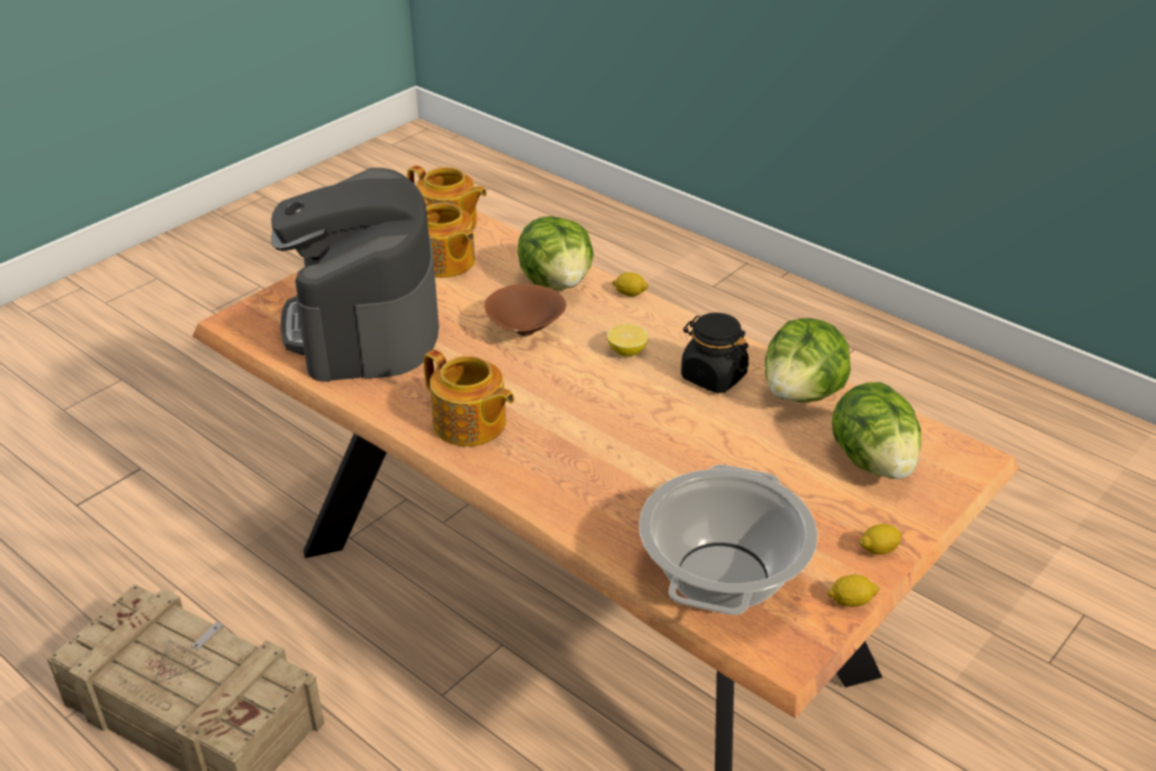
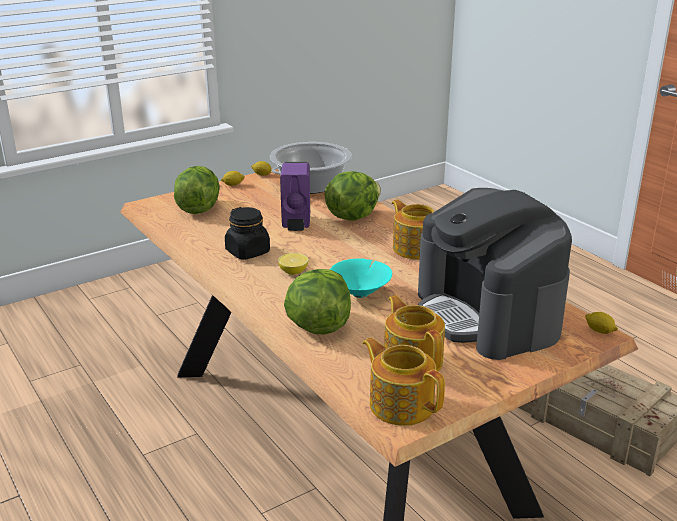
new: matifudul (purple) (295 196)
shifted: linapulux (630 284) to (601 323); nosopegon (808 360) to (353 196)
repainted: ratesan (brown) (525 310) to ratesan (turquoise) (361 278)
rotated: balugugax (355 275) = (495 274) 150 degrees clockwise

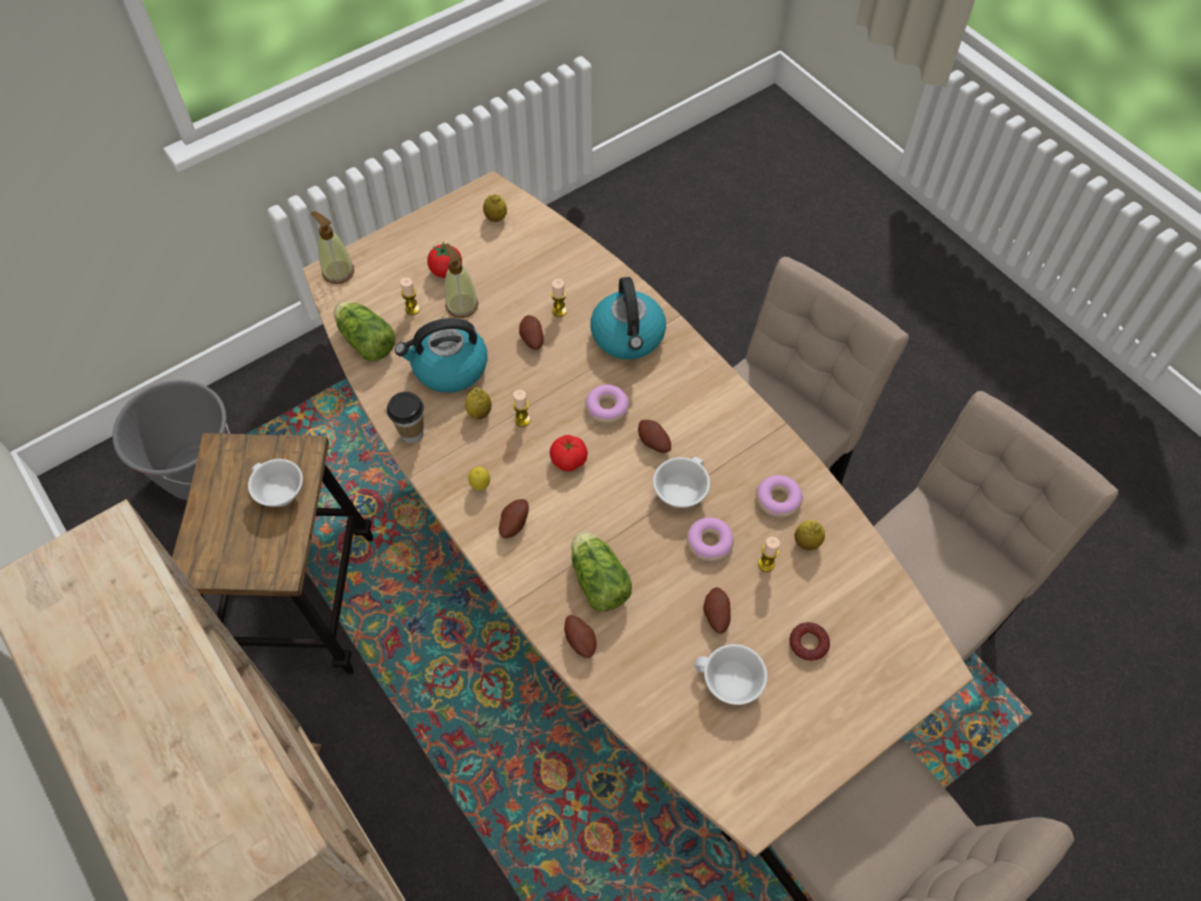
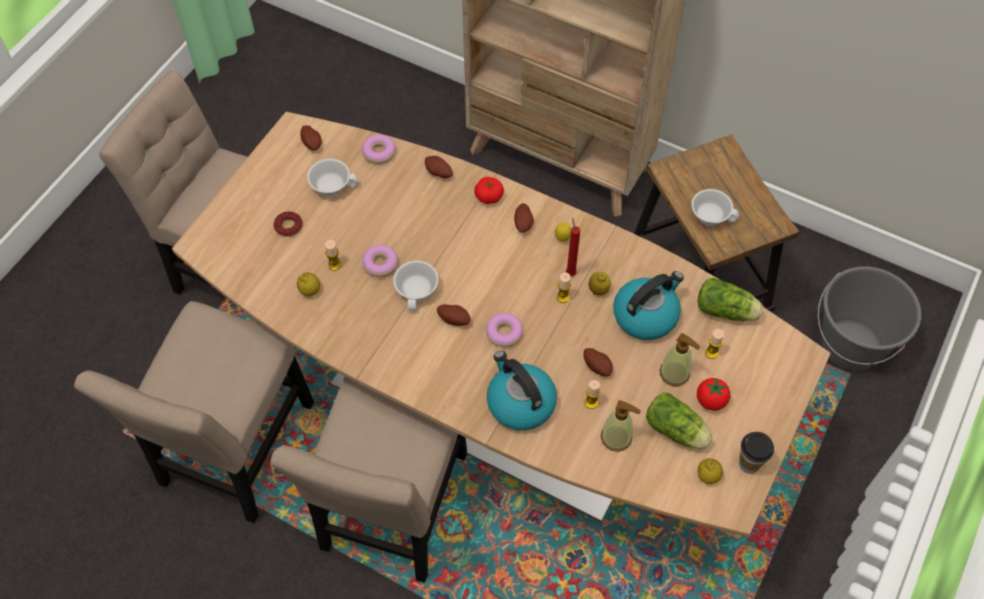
new: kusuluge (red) (573 246)
shifted: matifudul (332 247) to (621 426); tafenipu (405 418) to (756 453); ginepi (569 453) to (489 190); nosopegon (601 572) to (679 420); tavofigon (717 610) to (311 137); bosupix (779 496) to (379 149)

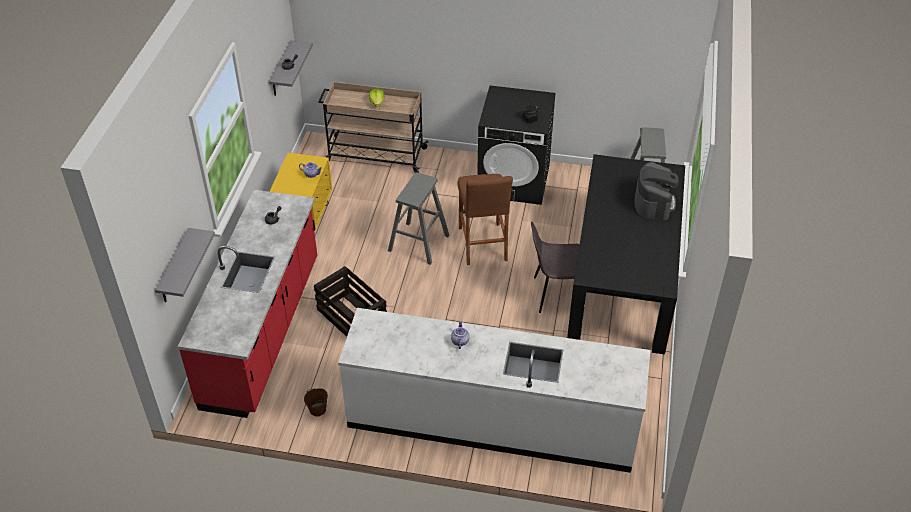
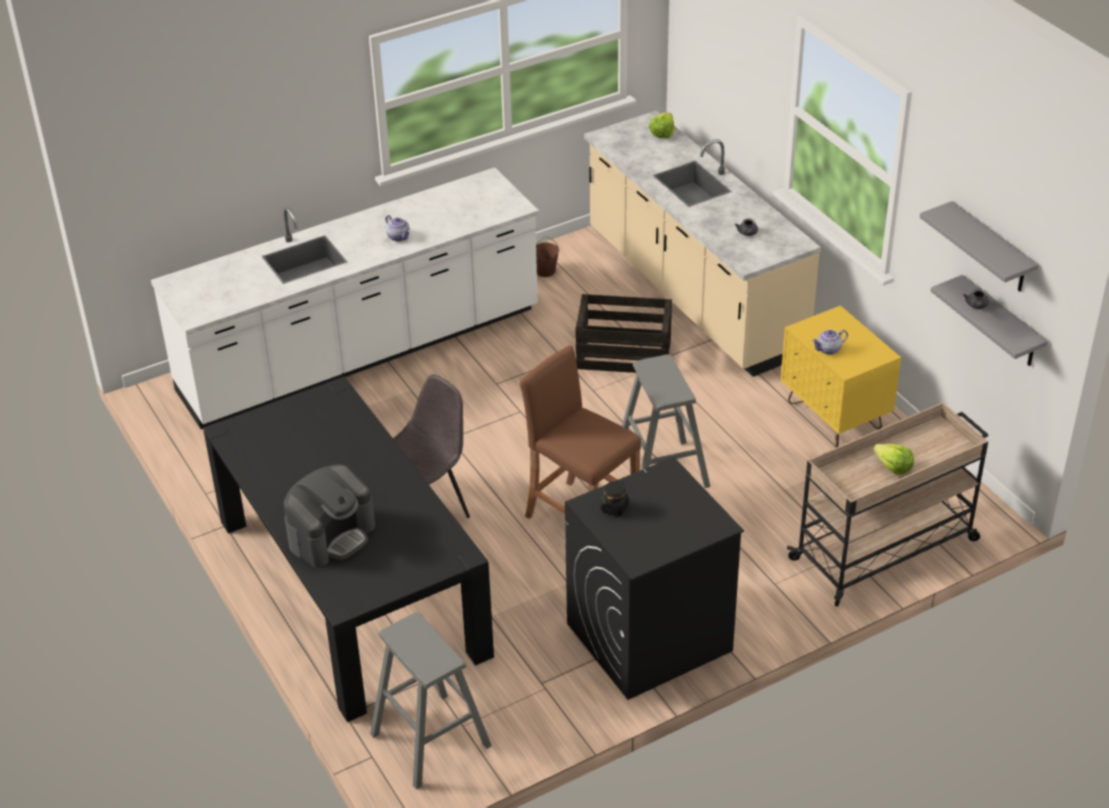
new: nosopegon (661 125)
shifted: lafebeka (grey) (185 265) to (979 246)
repainted: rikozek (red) (247 304) to rikozek (beige) (702 244)
rotated: balugugax (656 191) = (329 515) 105 degrees counterclockwise

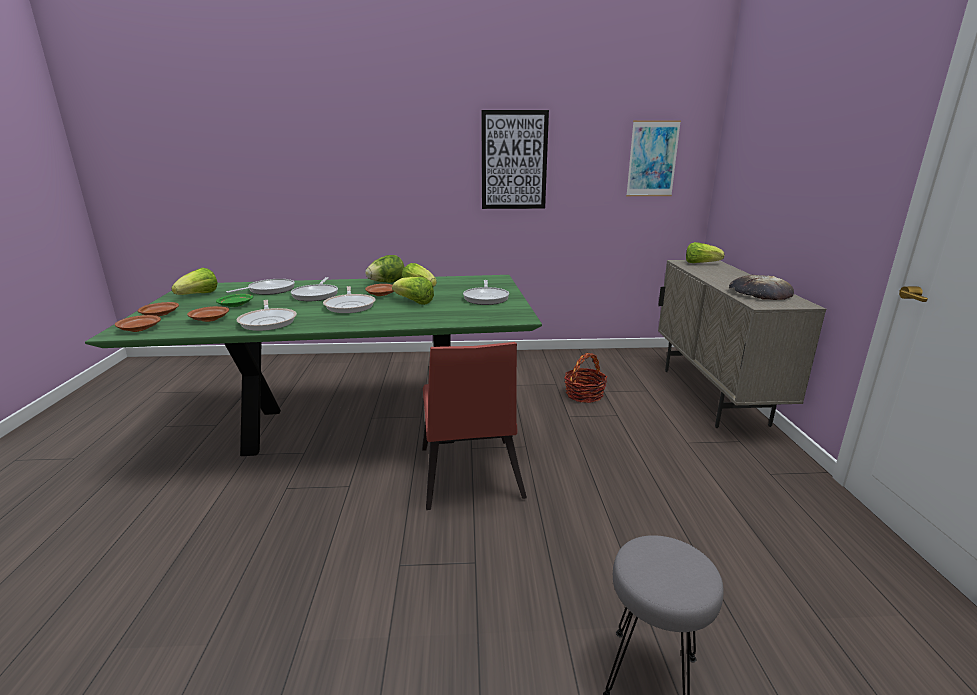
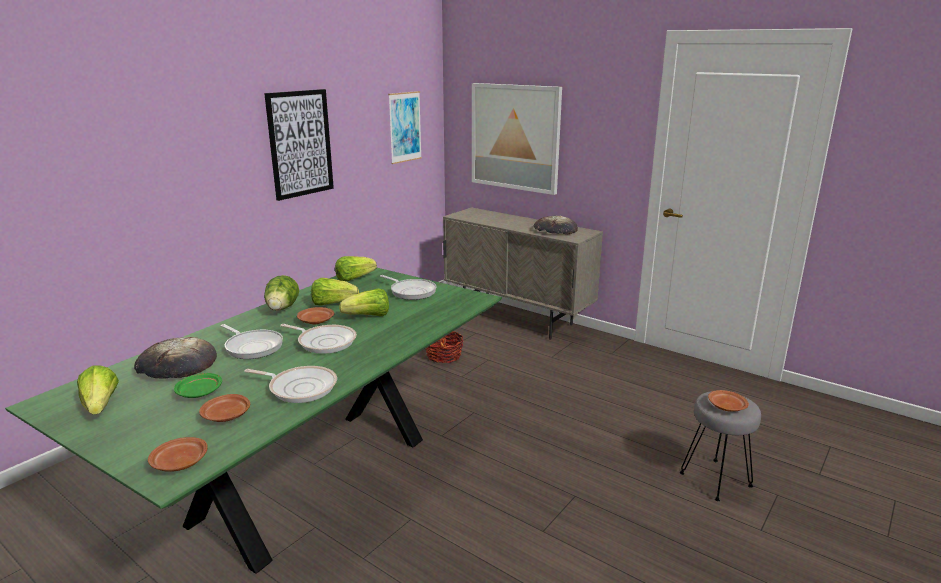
gone: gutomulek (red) (474 426)
new: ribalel (517 139)
shifted: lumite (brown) (158 309) to (728 401); nosopegon (705 252) to (356 268)
swapped: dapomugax (260 287) to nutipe (175 358)

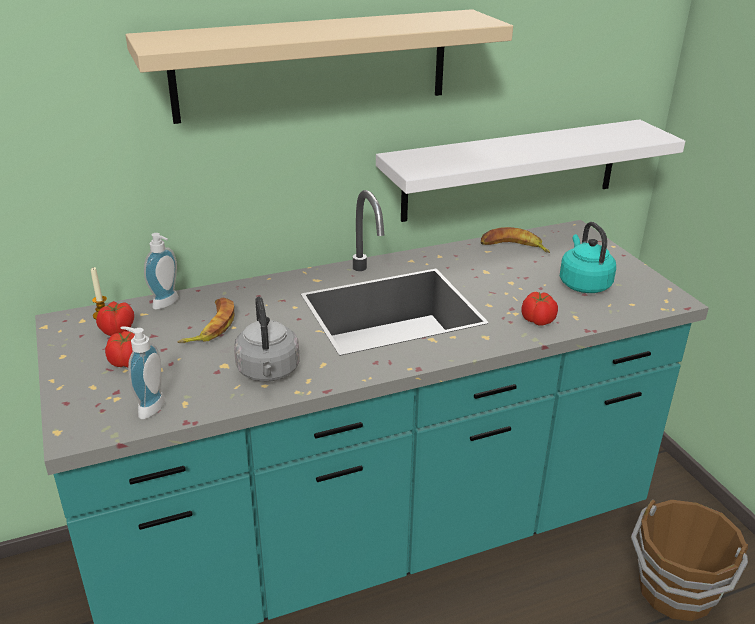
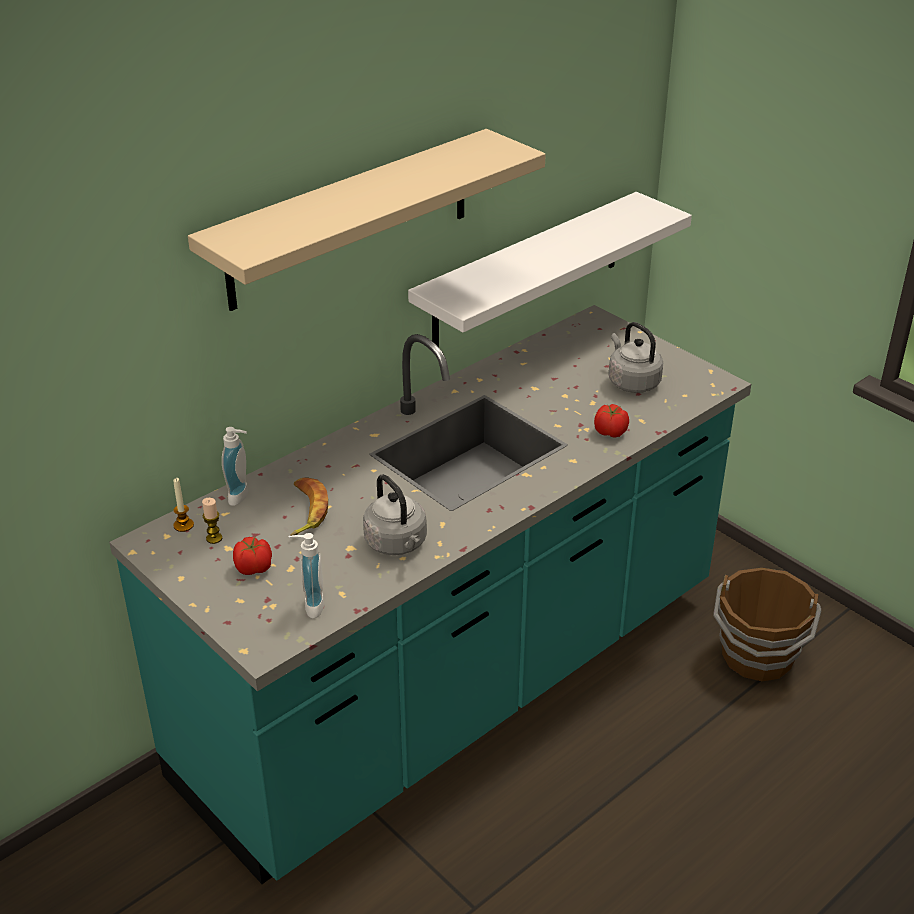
gone: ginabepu (515 240)
swapped: ginepi (115 318) to kusuluge (212 521)
repainted: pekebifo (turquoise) (588 257) to pekebifo (grey) (635 357)

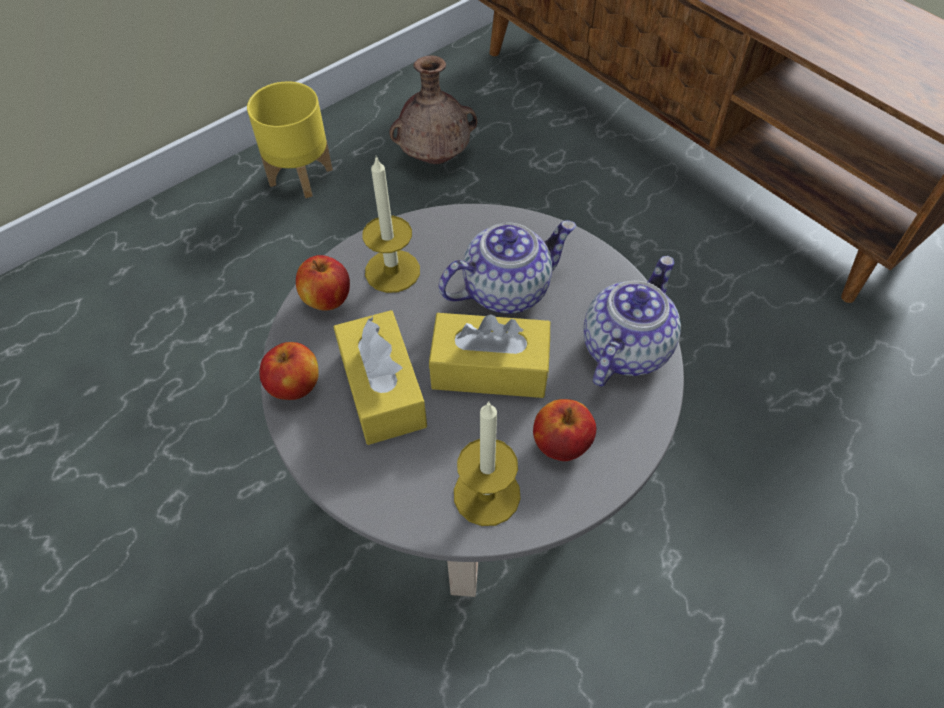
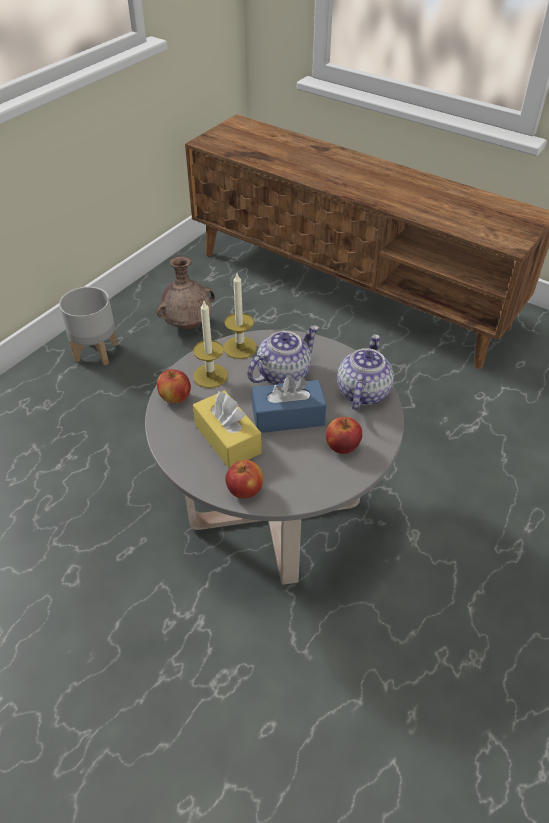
shifted: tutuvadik (289 371) to (244 479); kusuluge (487 464) to (240 316)
repainted: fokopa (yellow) (290 139) to fokopa (grey) (88 326); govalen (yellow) (489 355) to govalen (blue) (288 404)

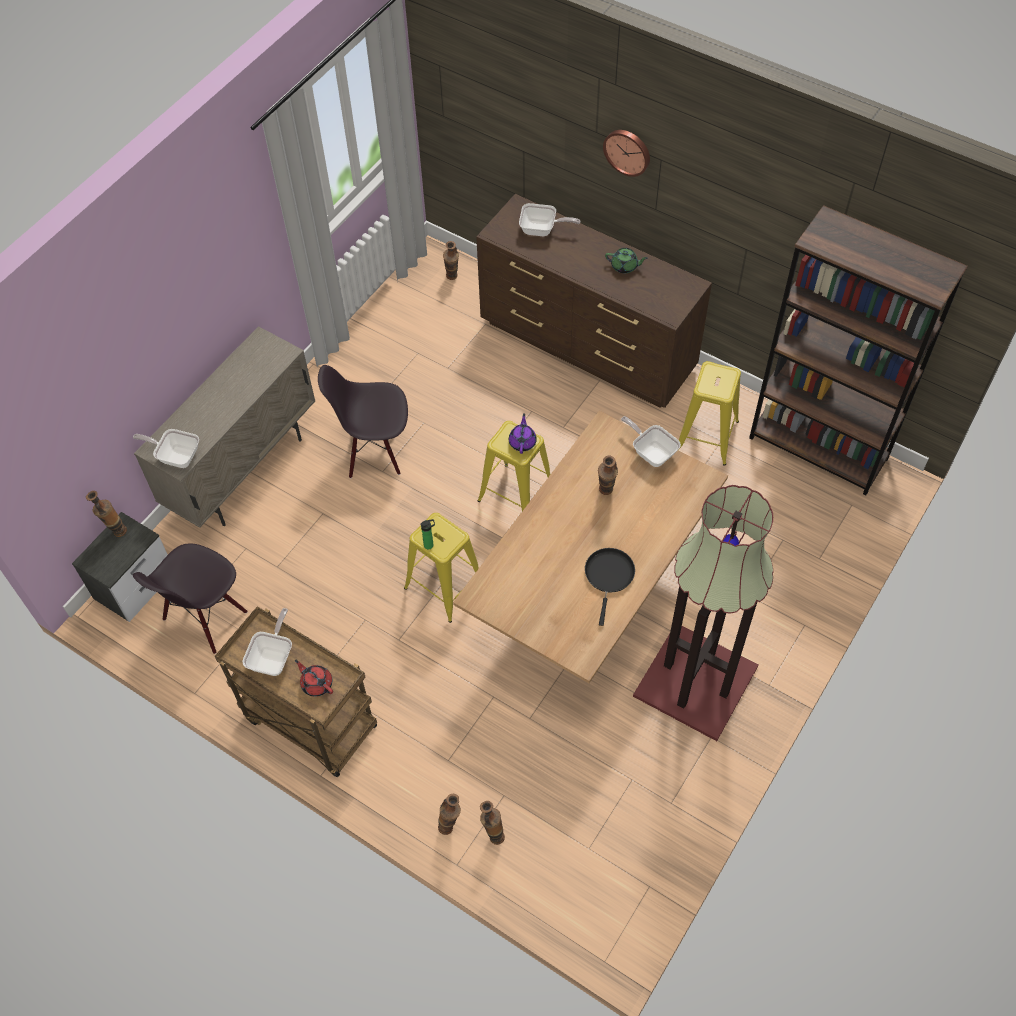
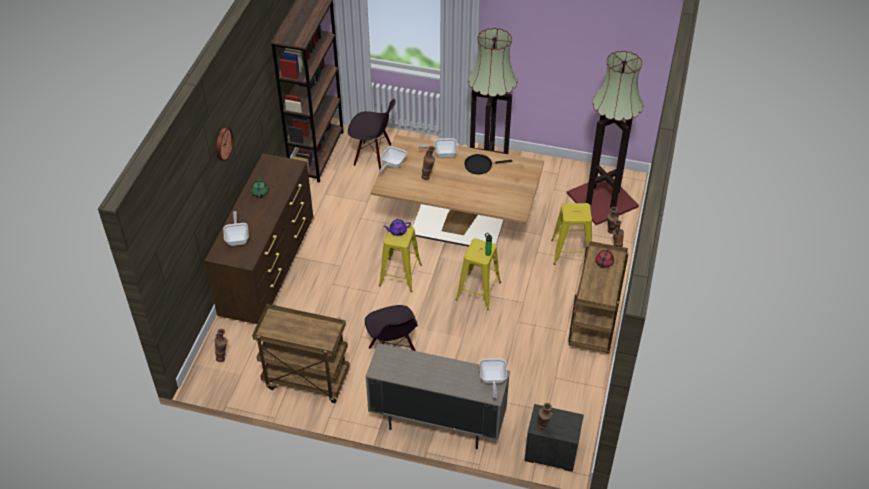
new: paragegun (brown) (301 353); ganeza (605 138)
shifted: gutomulek (black) (190 599) to (372 134); dapomugax (267 642) to (437 148); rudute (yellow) (709 413) to (571 234)

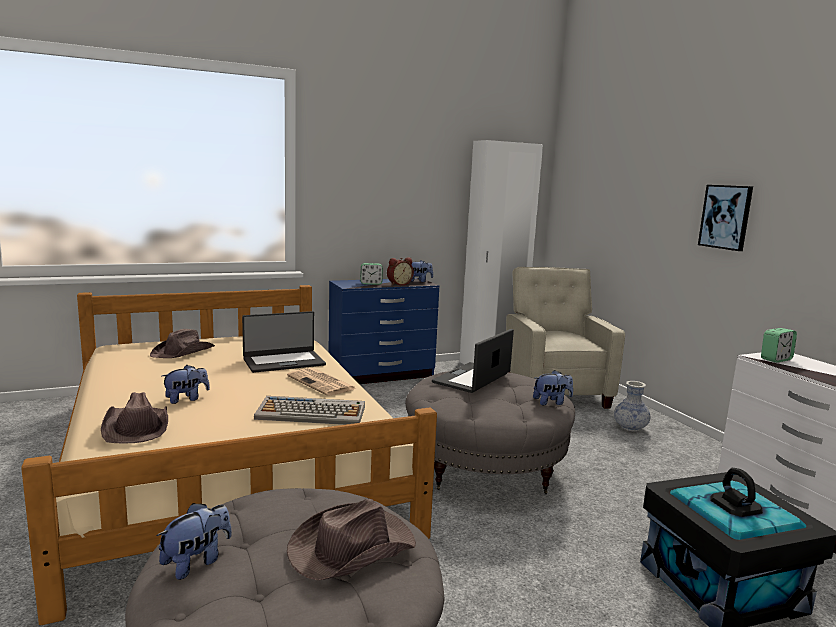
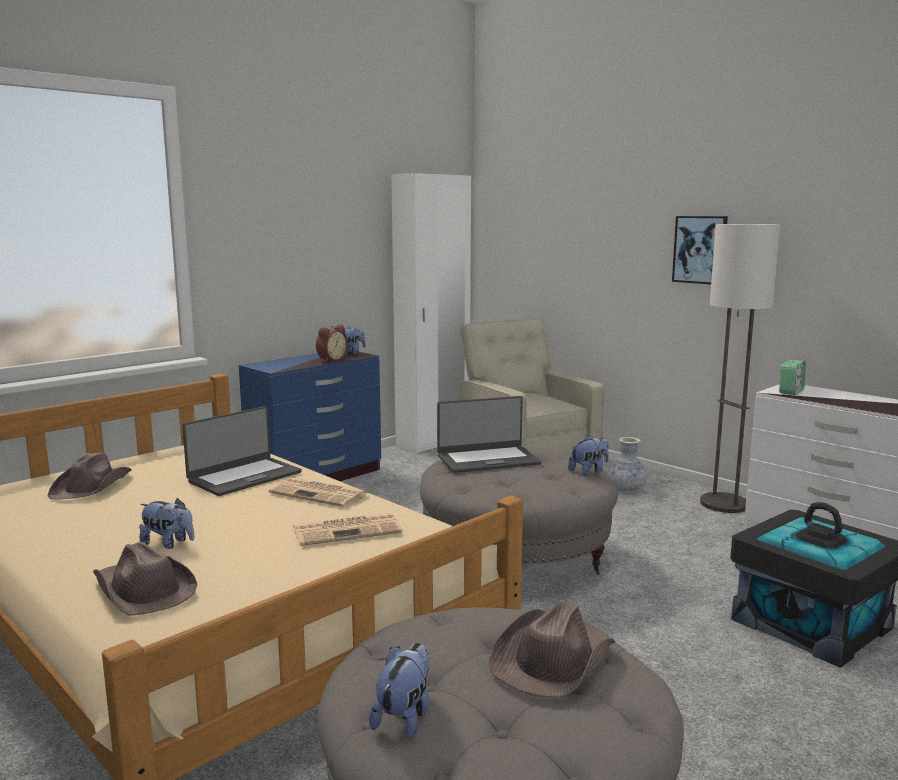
gone: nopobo (371 274)
new: ganeza (740 368)
swapped: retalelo (309 410) to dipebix (347 529)
rotated: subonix (186 384) = (166 523) 75 degrees clockwise; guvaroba (473 361) = (489 434) 120 degrees counterclockwise

